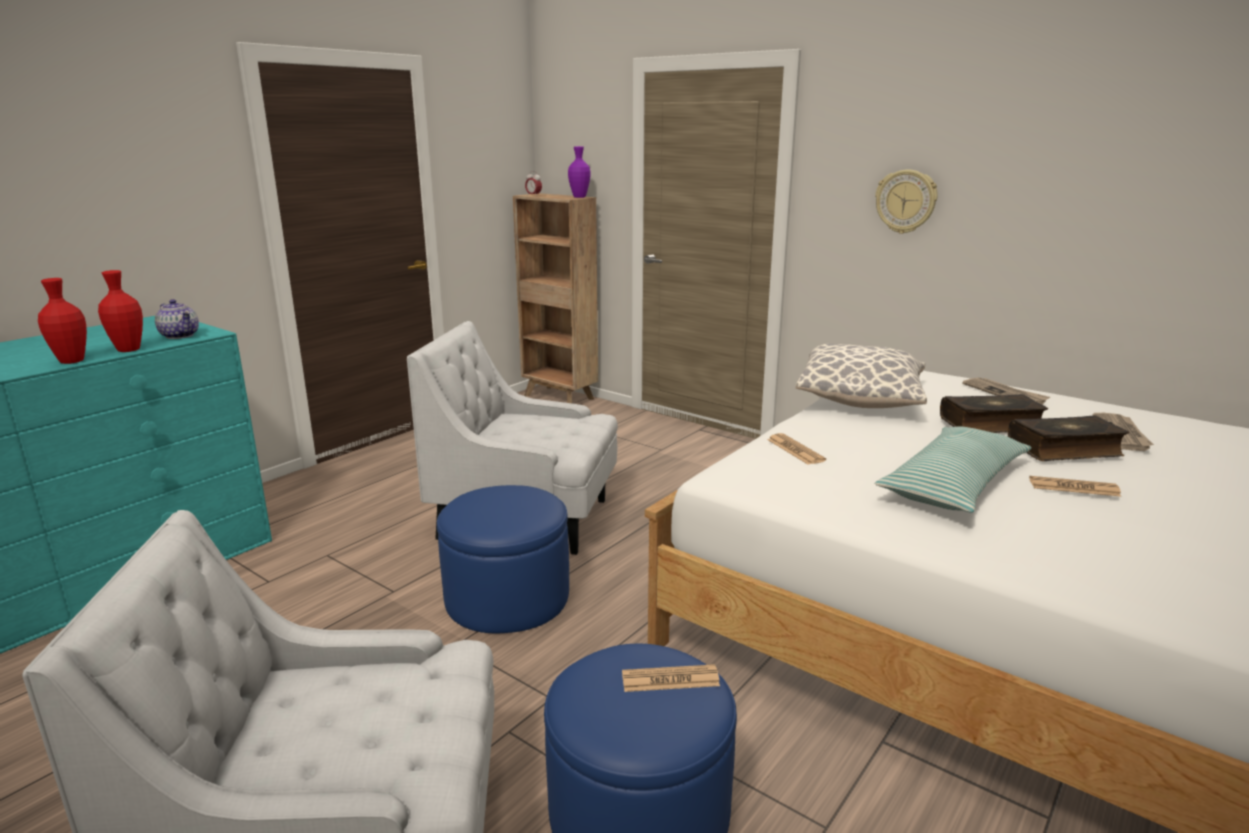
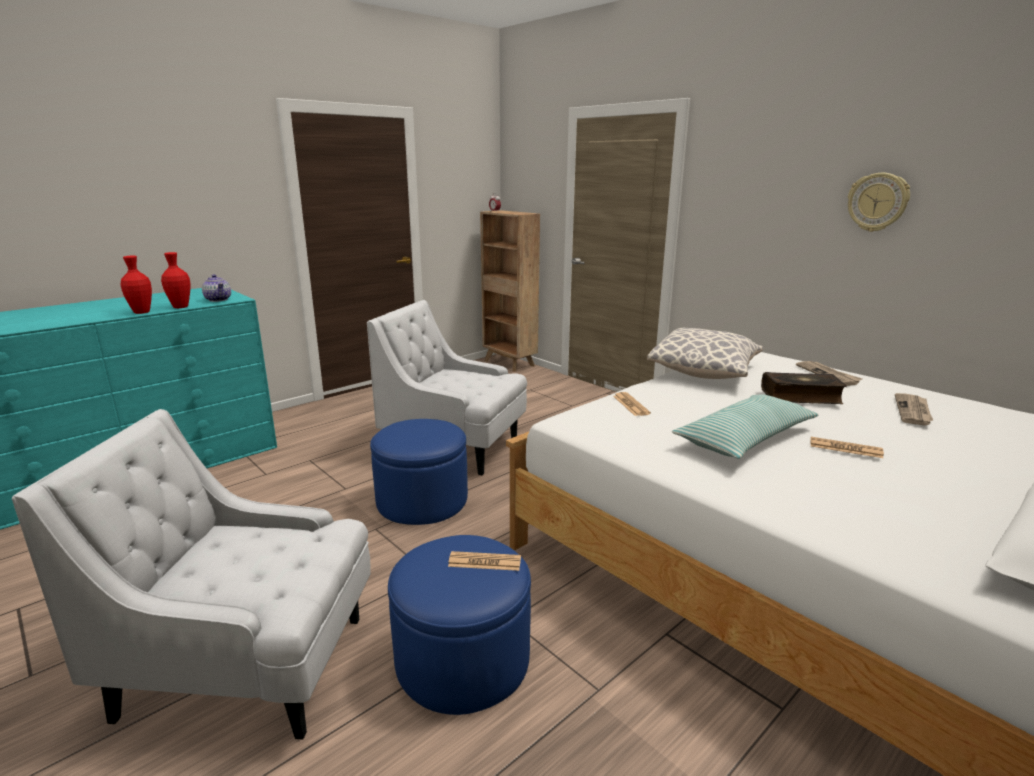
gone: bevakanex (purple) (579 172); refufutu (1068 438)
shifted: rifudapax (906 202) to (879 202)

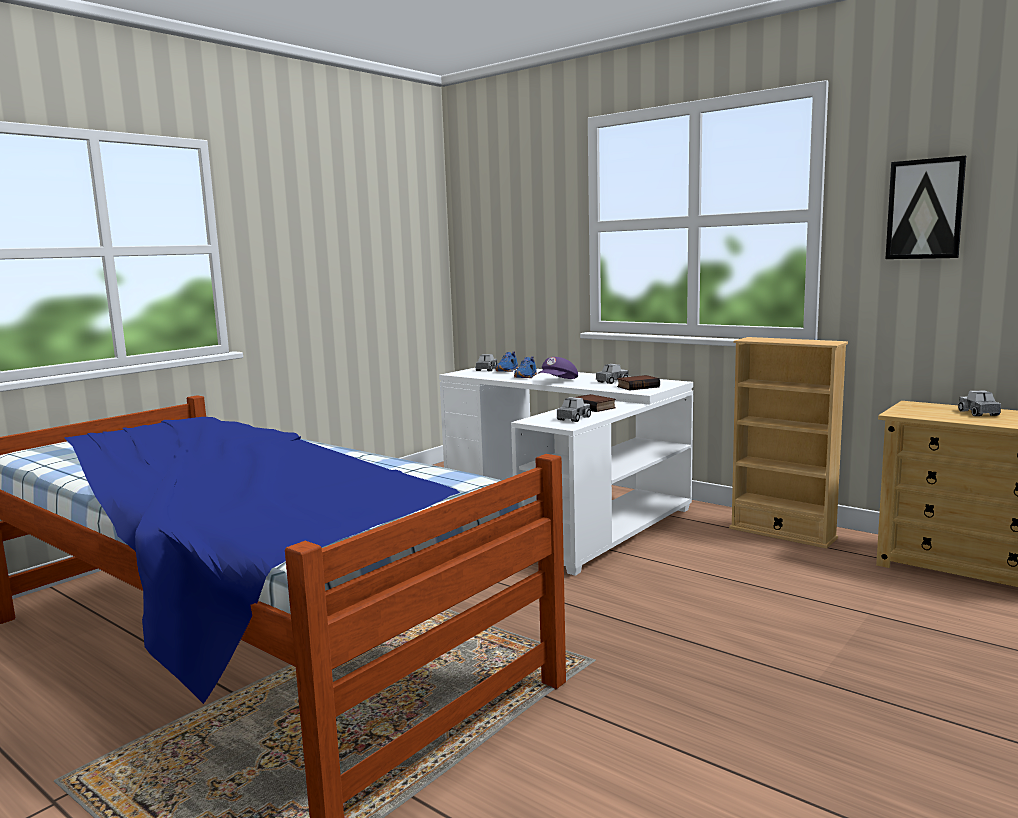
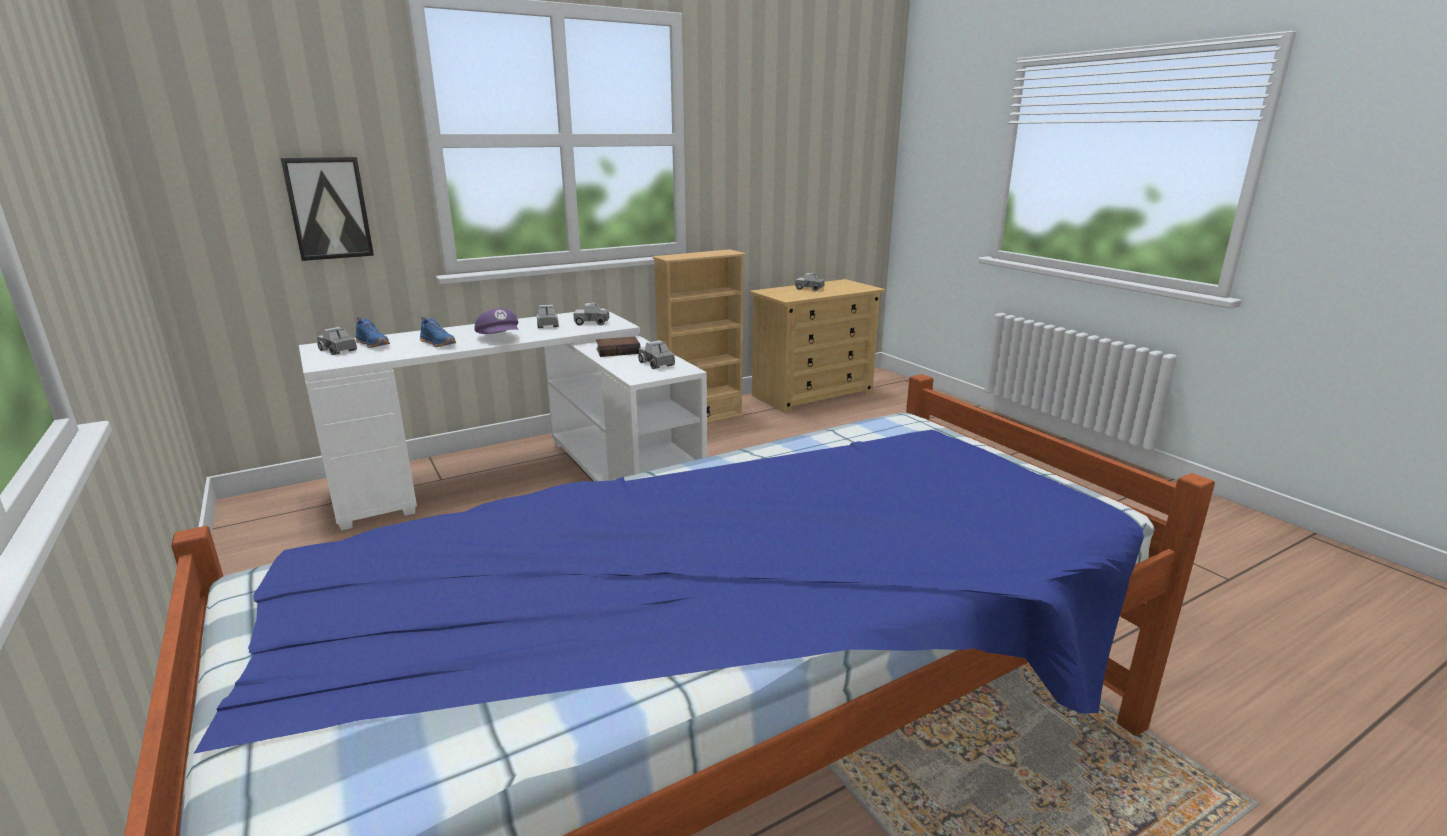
shifted: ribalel (925 207) to (327 209)
swapped: refufutu (638 382) to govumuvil (591 314)

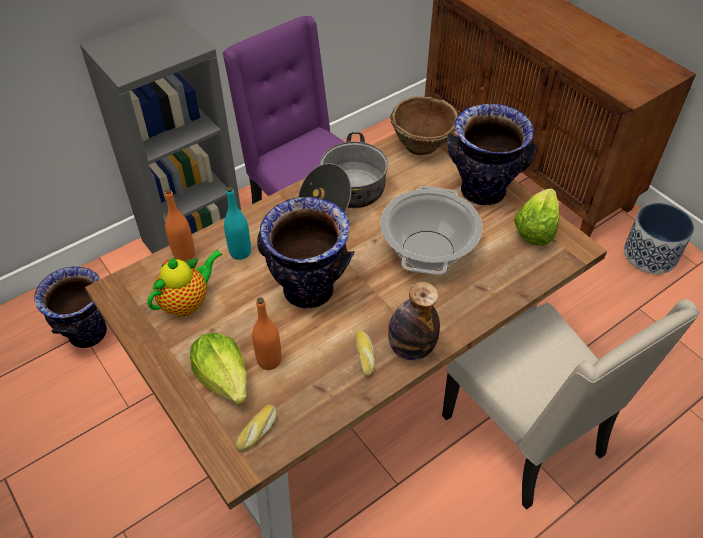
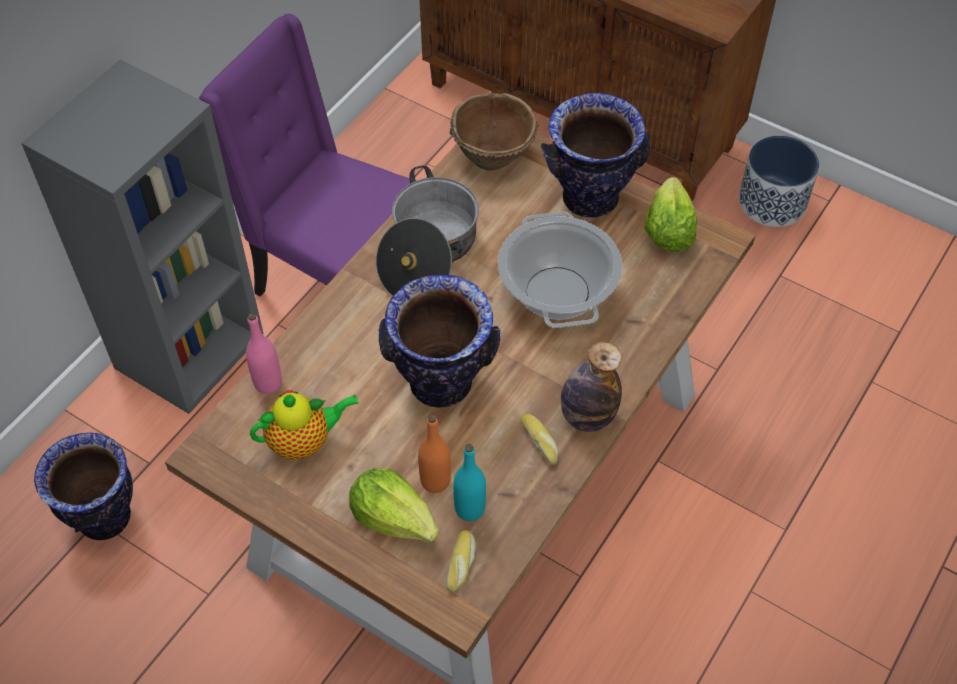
gone: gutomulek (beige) (571 404)
shifted: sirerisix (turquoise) (237 223) to (469 482)
repainted: sirerisix (orange) (180 225) to sirerisix (pink) (264 353)
rotated: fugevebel (185 283) = (304 425) 45 degrees clockwise

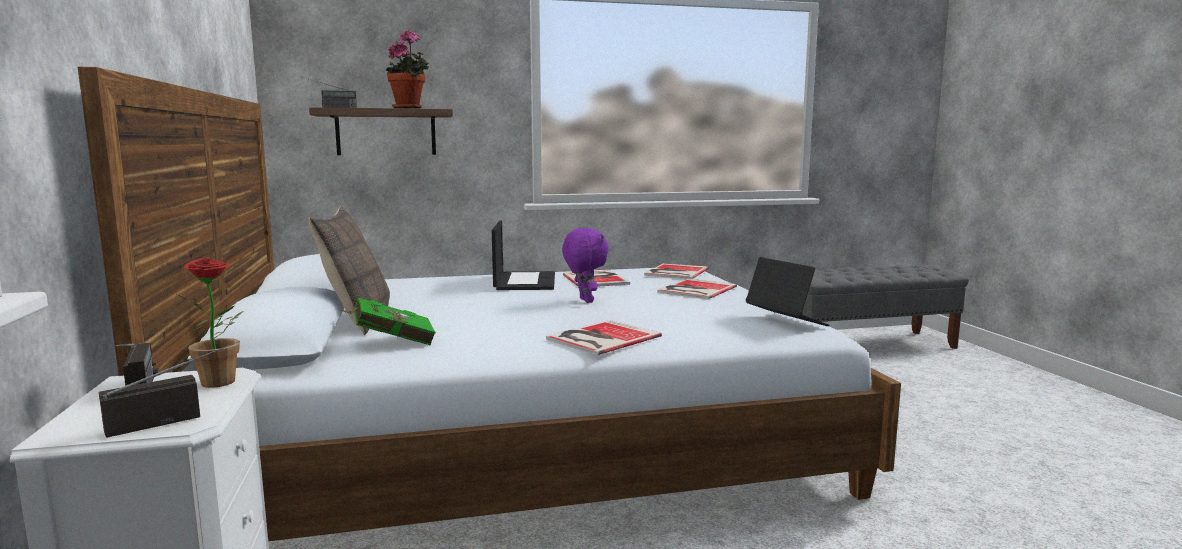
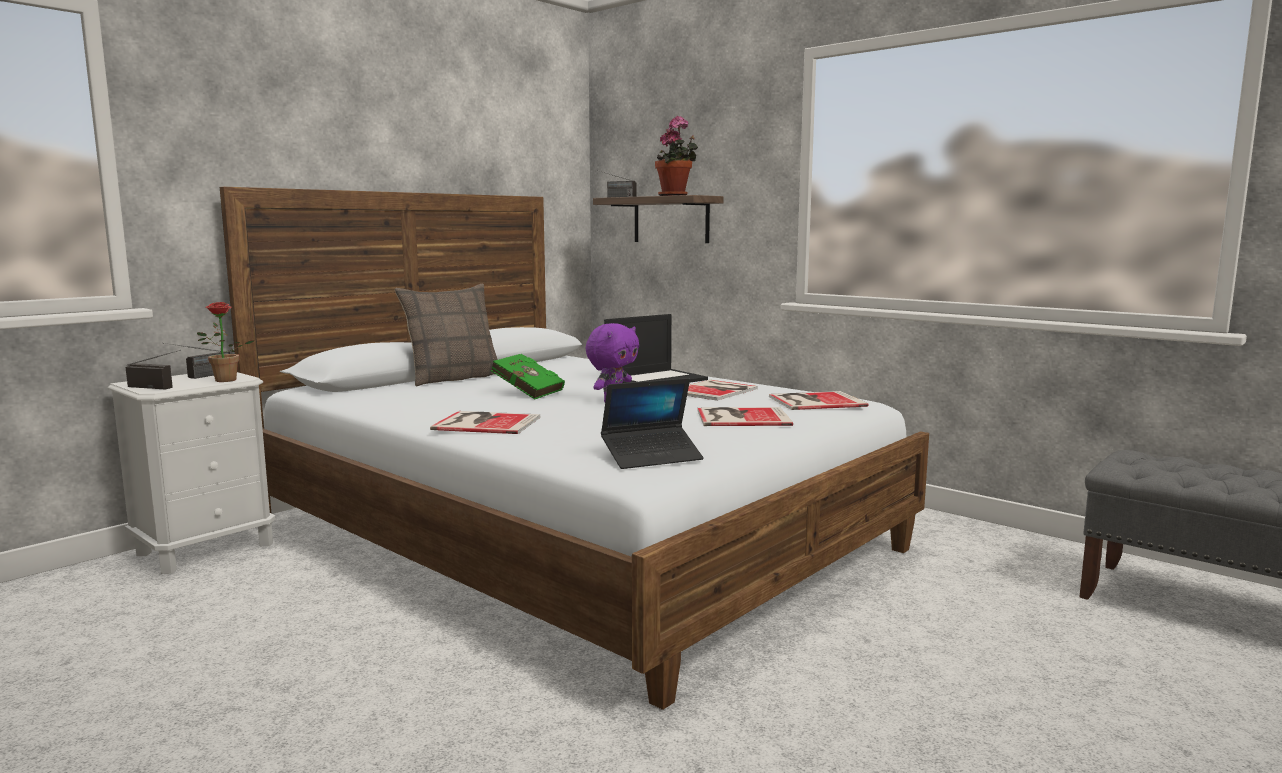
shifted: refufutu (green) (388 322) to (528 377)
rotated: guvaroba (787 291) = (652 423) 45 degrees clockwise

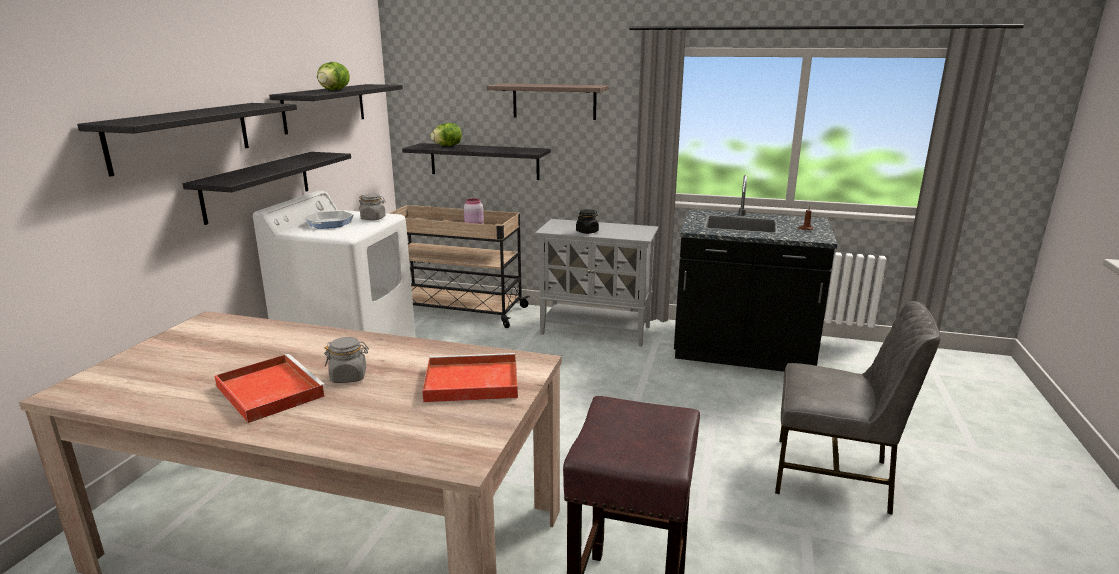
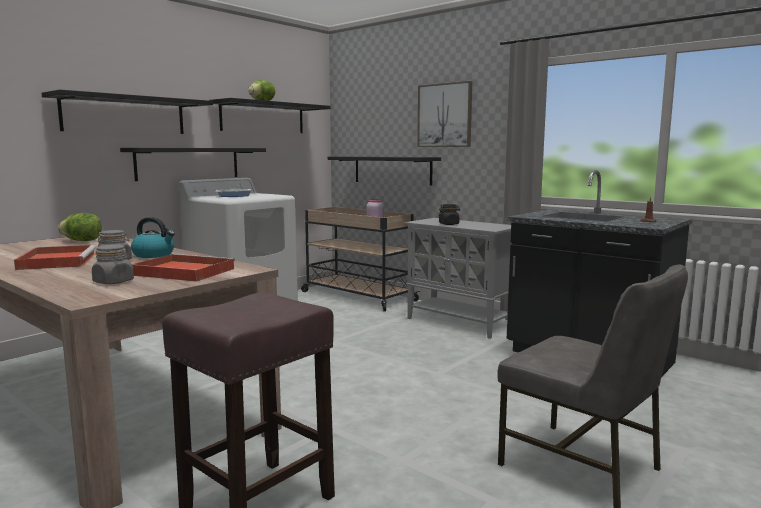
new: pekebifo (153 237)
shifted: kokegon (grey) (372 207) to (113 264); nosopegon (446 134) to (79 227)
swapped: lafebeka (548 101) to ribalel (444 114)

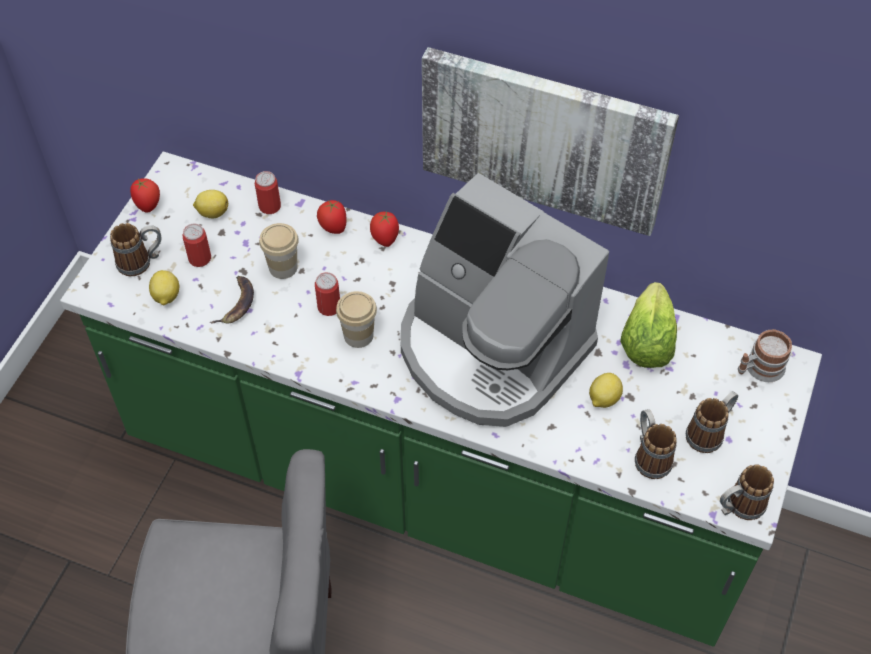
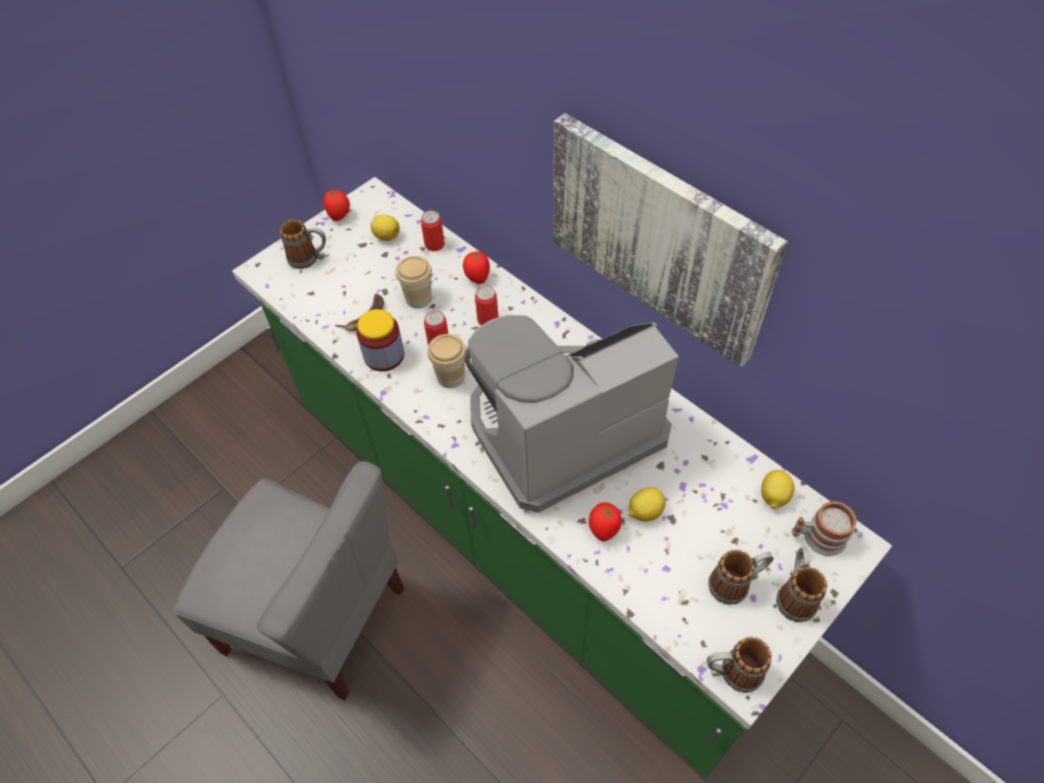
gone: nosopegon (648 325)
new: kokegon (380 340)
shifted: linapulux (164 287) to (777 489); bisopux (197 245) to (486 305); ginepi (384 229) to (605 521); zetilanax (656 444) to (801 585)
rotated: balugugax (505 300) = (571 414) 90 degrees clockwise

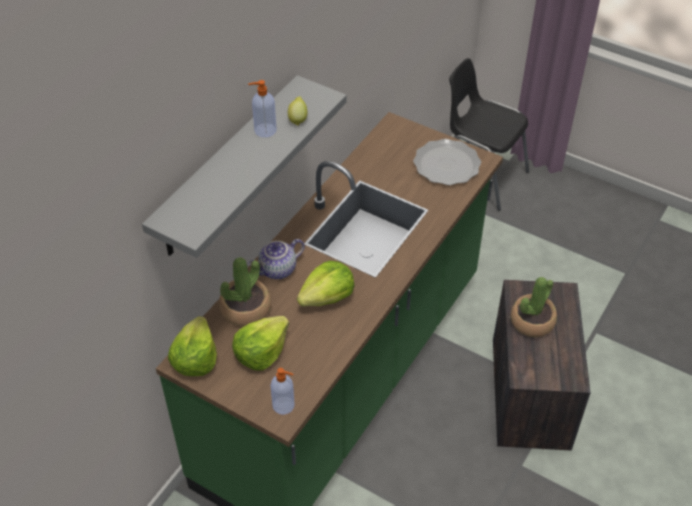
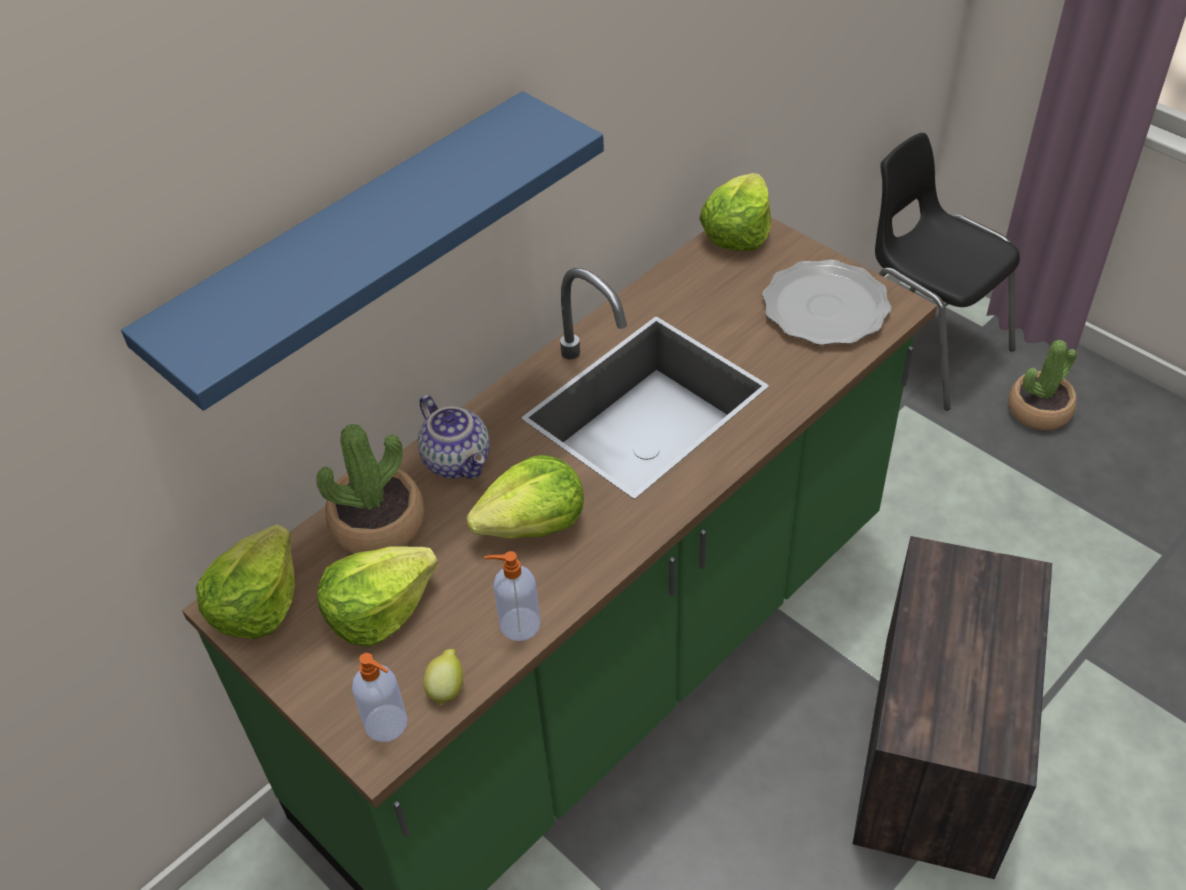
new: nosopegon (735 212)
shifted: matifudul (262 108) to (513 596); linapulux (298 110) to (443 677); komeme (534 307) to (1042 385)
repainted: lafebeka (grey) (244 166) to lafebeka (blue) (362 251)
rotated: fugevebel (276 259) = (453 437) 105 degrees counterclockwise

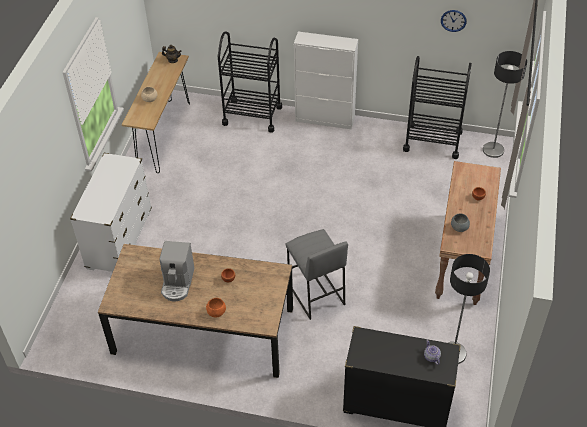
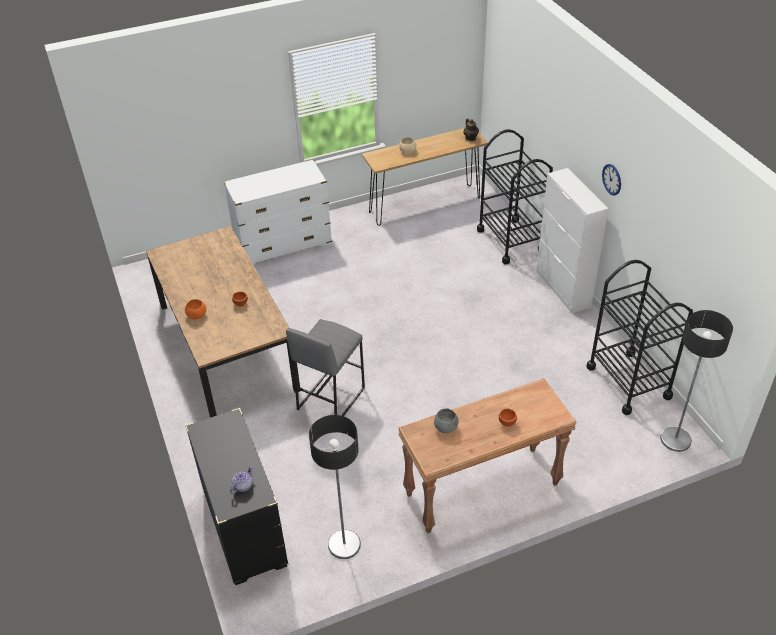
gone: balugugax (176 271)
shifted: rifudapax (454 21) to (611 180)

